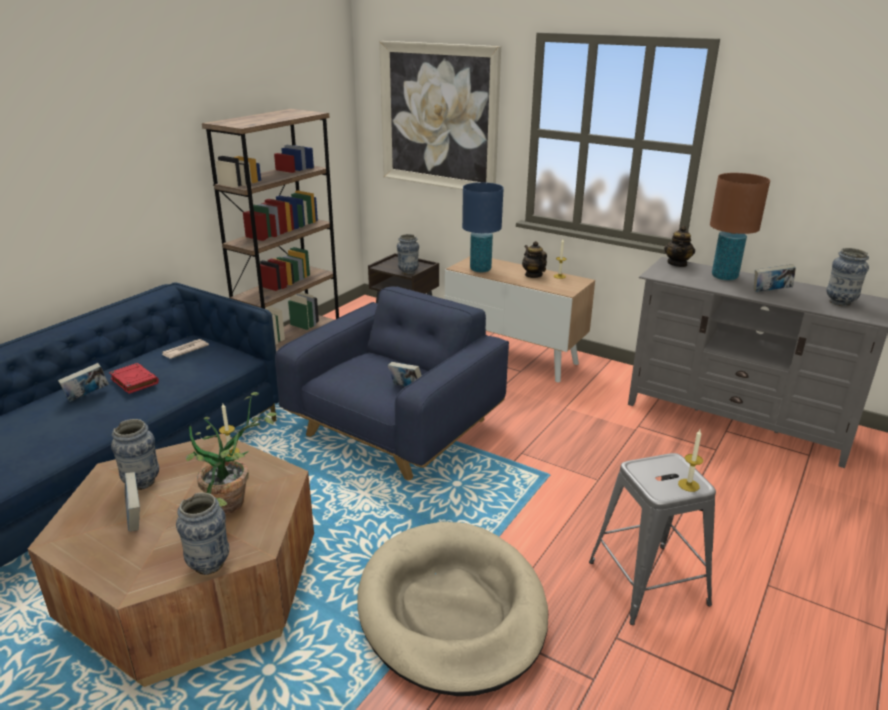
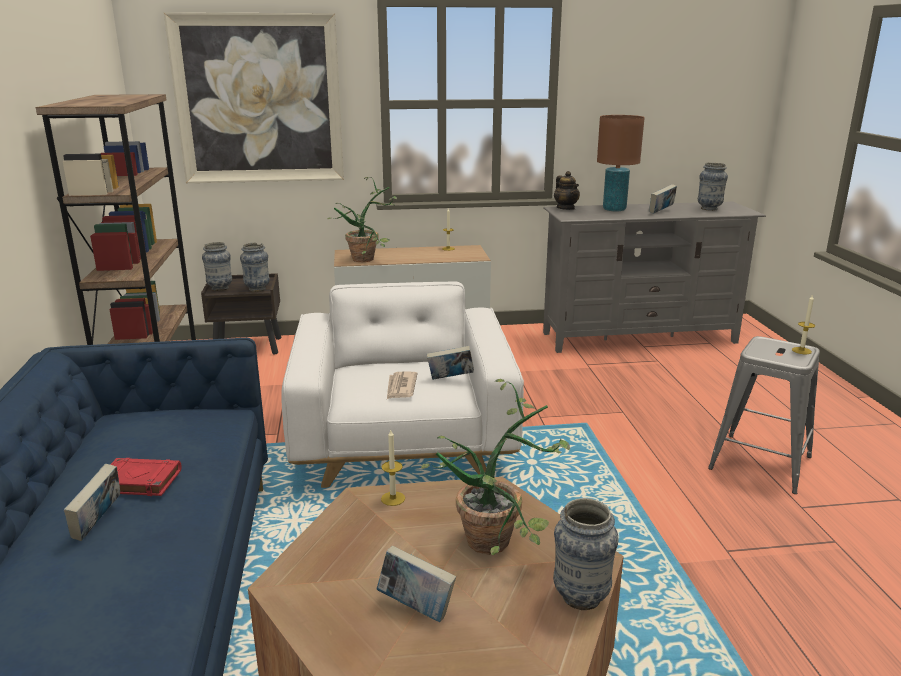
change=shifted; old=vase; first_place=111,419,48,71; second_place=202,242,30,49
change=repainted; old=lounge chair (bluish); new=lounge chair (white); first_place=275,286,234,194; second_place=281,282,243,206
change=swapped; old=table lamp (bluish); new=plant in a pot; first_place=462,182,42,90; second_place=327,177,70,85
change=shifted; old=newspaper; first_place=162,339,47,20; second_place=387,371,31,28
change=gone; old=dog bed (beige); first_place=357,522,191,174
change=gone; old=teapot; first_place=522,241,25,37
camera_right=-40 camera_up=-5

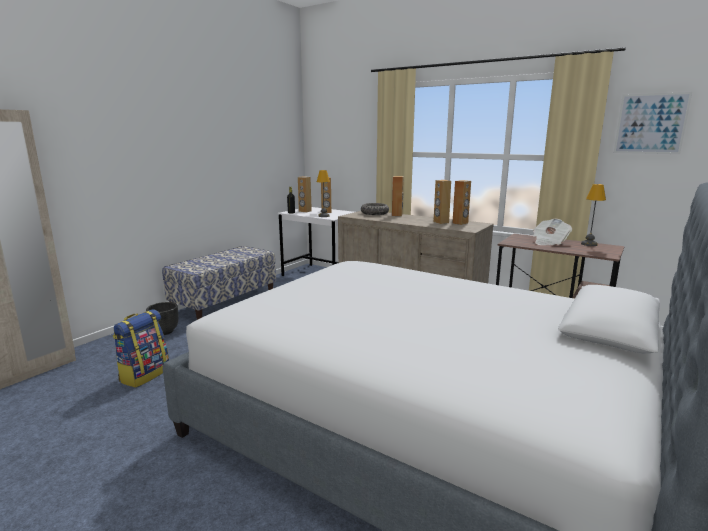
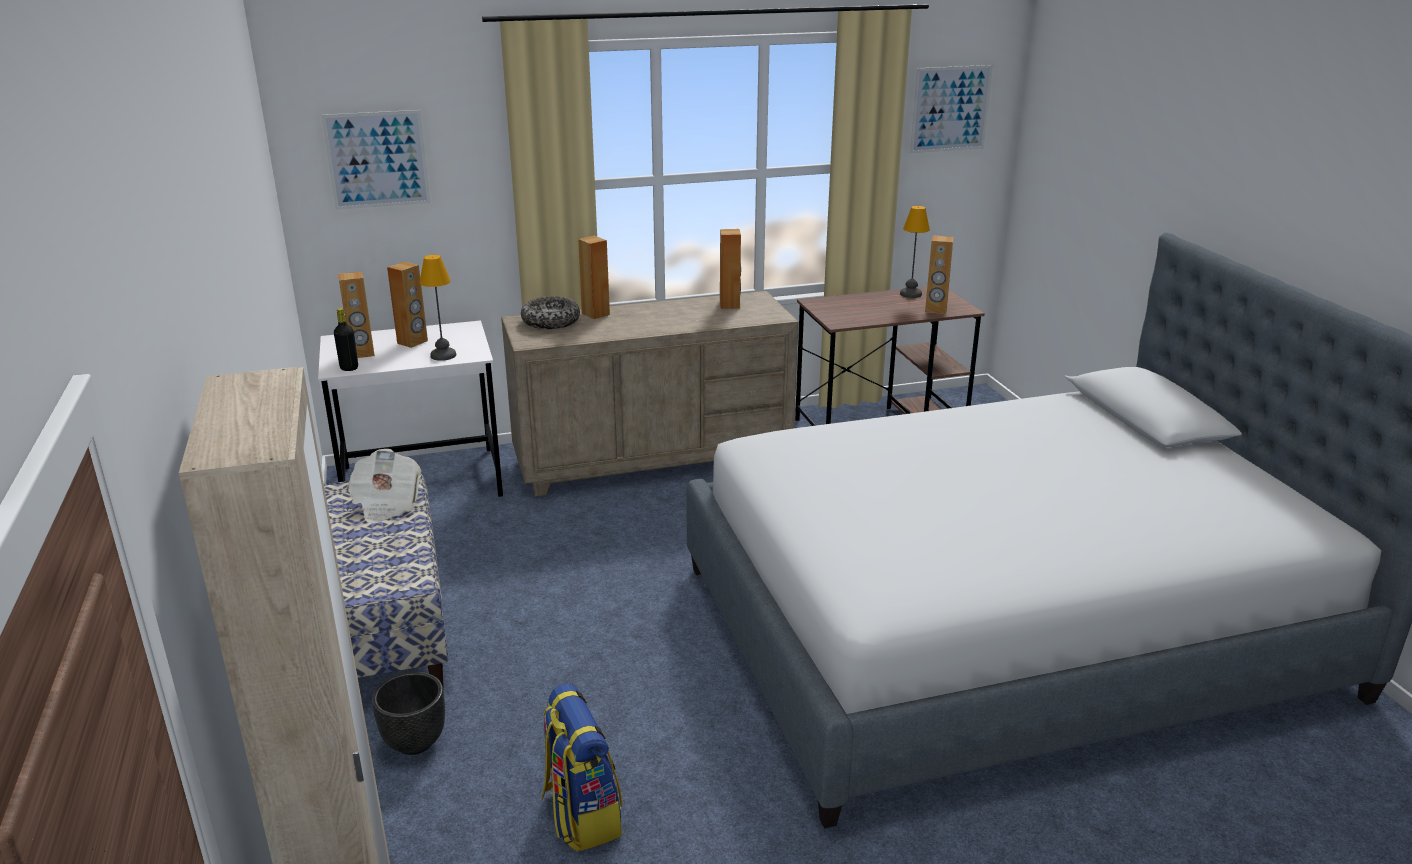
change=new; new=wall art; second_place=322,110,108,100
change=shifted; old=newspaper; first_place=533,219,39,26; second_place=347,449,74,75
change=shifted; old=loudspeaker (brown-coloured); first_place=433,180,18,44; second_place=925,235,28,79
camera_right=-50 camera_up=10

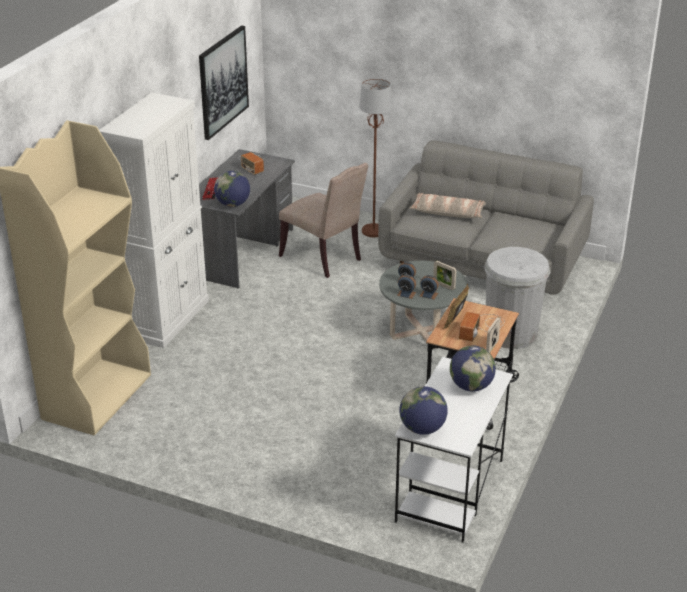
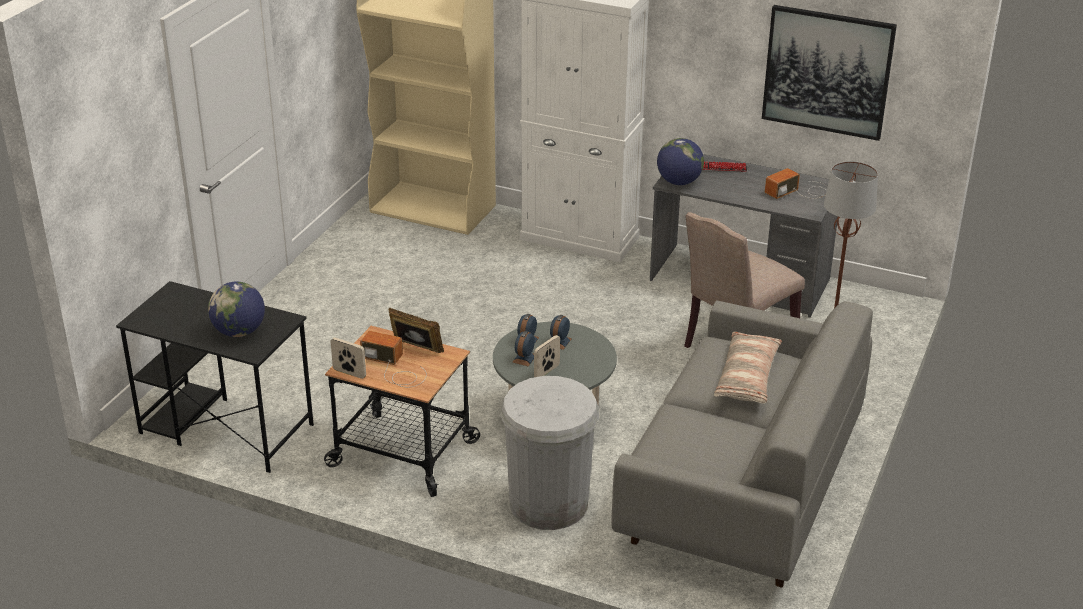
change=repainted; old=desk unit (white); new=desk unit (blackish); first_place=395,357,118,186; second_place=116,281,198,192
change=gone; old=world globe; first_place=399,386,49,49
camera_right=90 camera_up=0

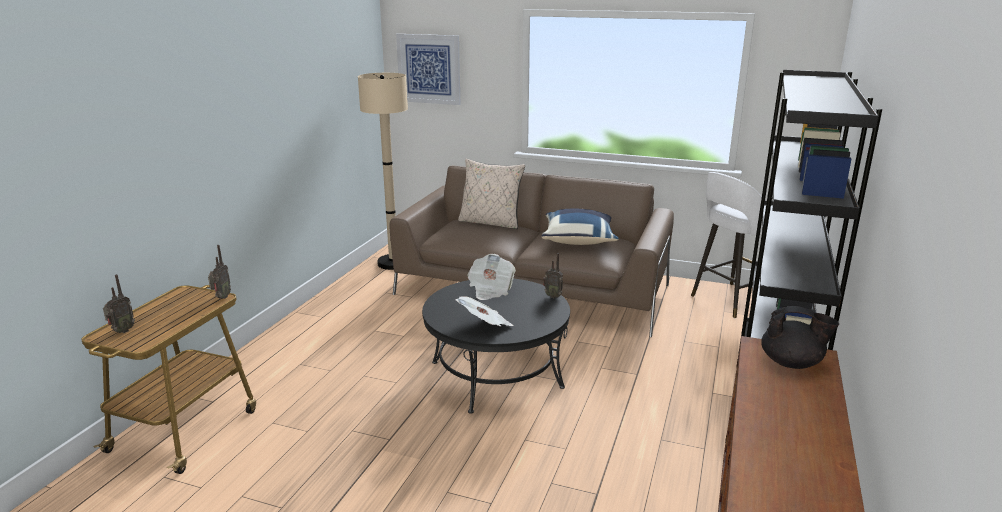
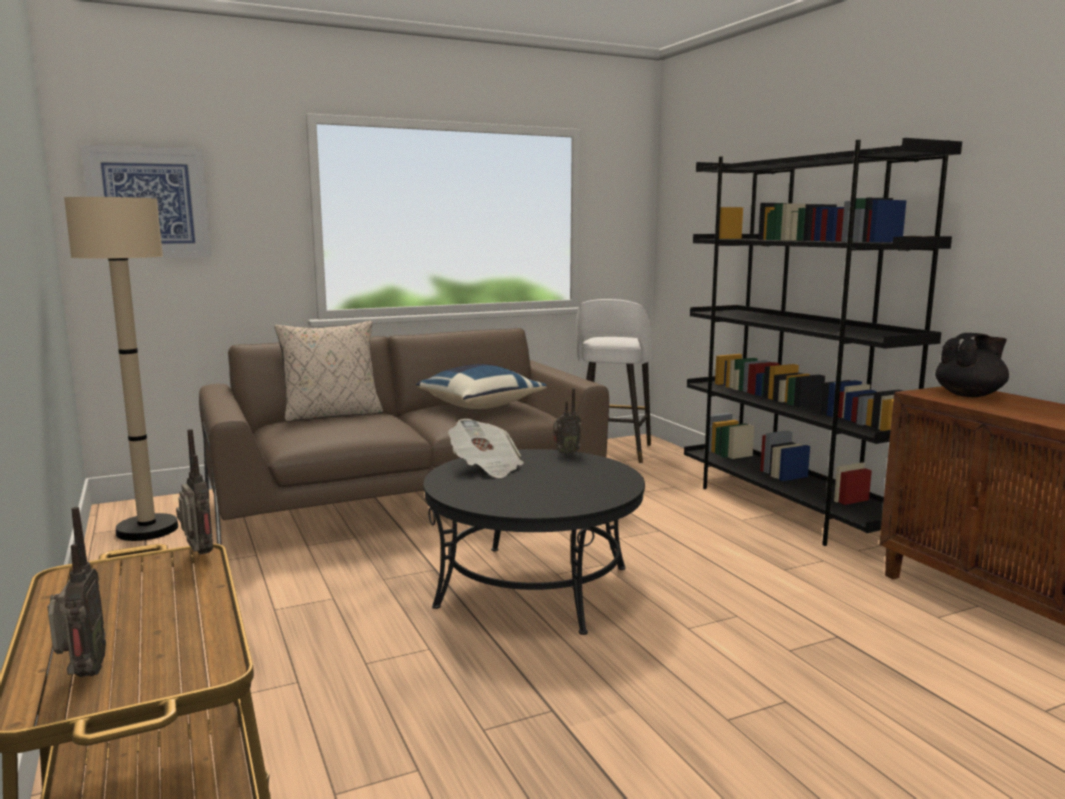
change=gone; old=newspaper; first_place=455,296,59,30
camera_right=-45 camera_up=-10

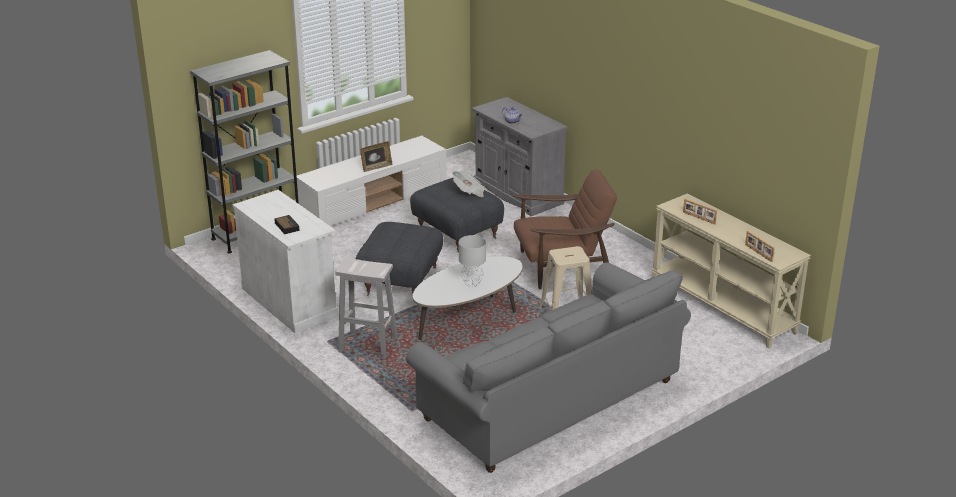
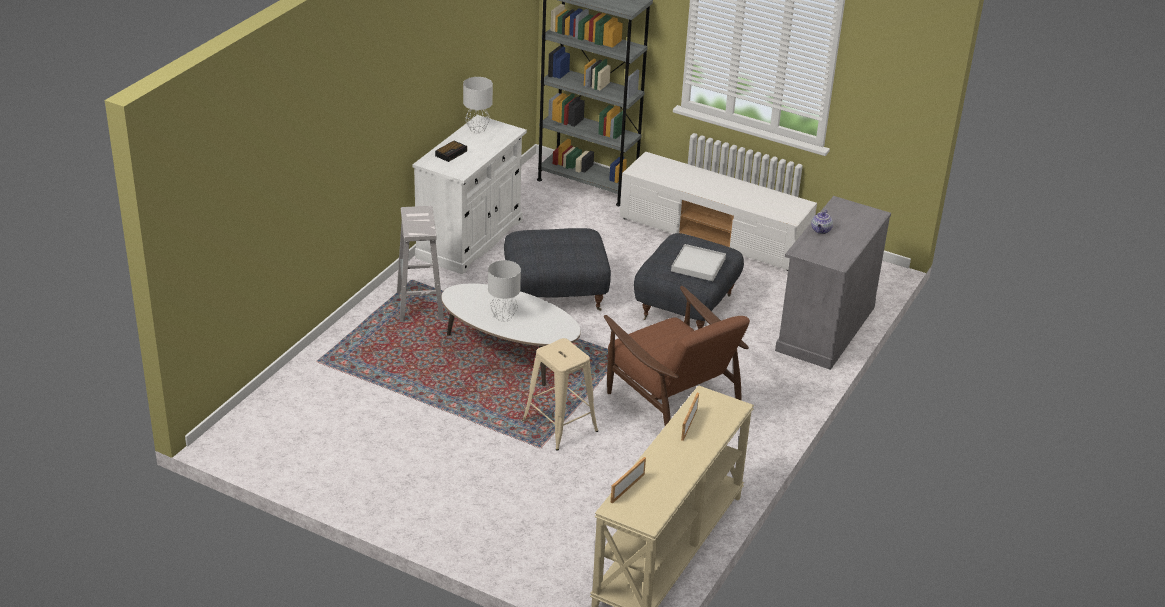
change=new; new=table lamp (grey); second_place=463,77,30,56
change=swapped; old=newspaper; new=tray (white); first_place=452,171,32,26; second_place=671,244,55,37
change=gone; old=picture frame; first_place=360,141,33,31
change=gone; old=settee (grey); first_place=406,262,285,211
camera_right=65 camera_up=5

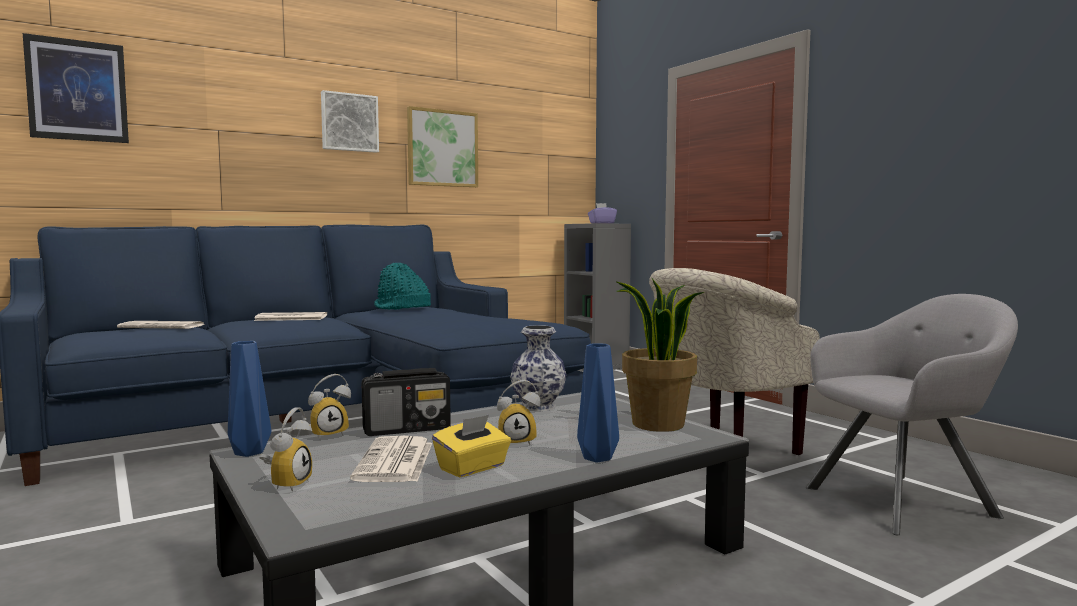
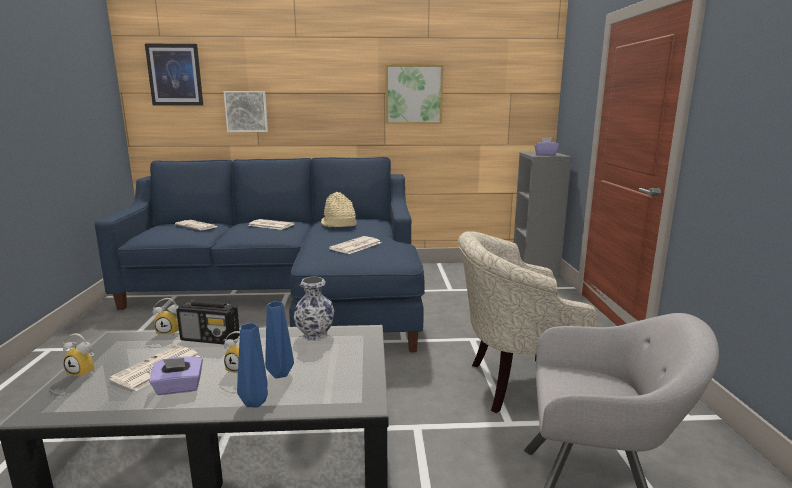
change=rotated; old=bedside clock; first_place=259,407,54,85; second_place=63,333,32,44; degrees=60
change=repainted; old=tissue box (yellowish); new=tissue box (purple-coloured); first_place=432,415,79,63; second_place=149,356,54,39
change=shifted; old=wall art; first_place=321,90,58,63; second_place=224,91,44,41
change=shifted; old=vase (bluish); first_place=228,341,43,116; second_place=265,301,29,77
change=repainted; old=wearable hat (blue-green); new=wearable hat (beige); first_place=374,263,57,47; second_place=321,192,36,35
change=new; new=newspaper; second_place=329,236,52,18
change=gone; old=plant in a pot; first_place=615,277,89,155
camera_right=30 camera_up=10

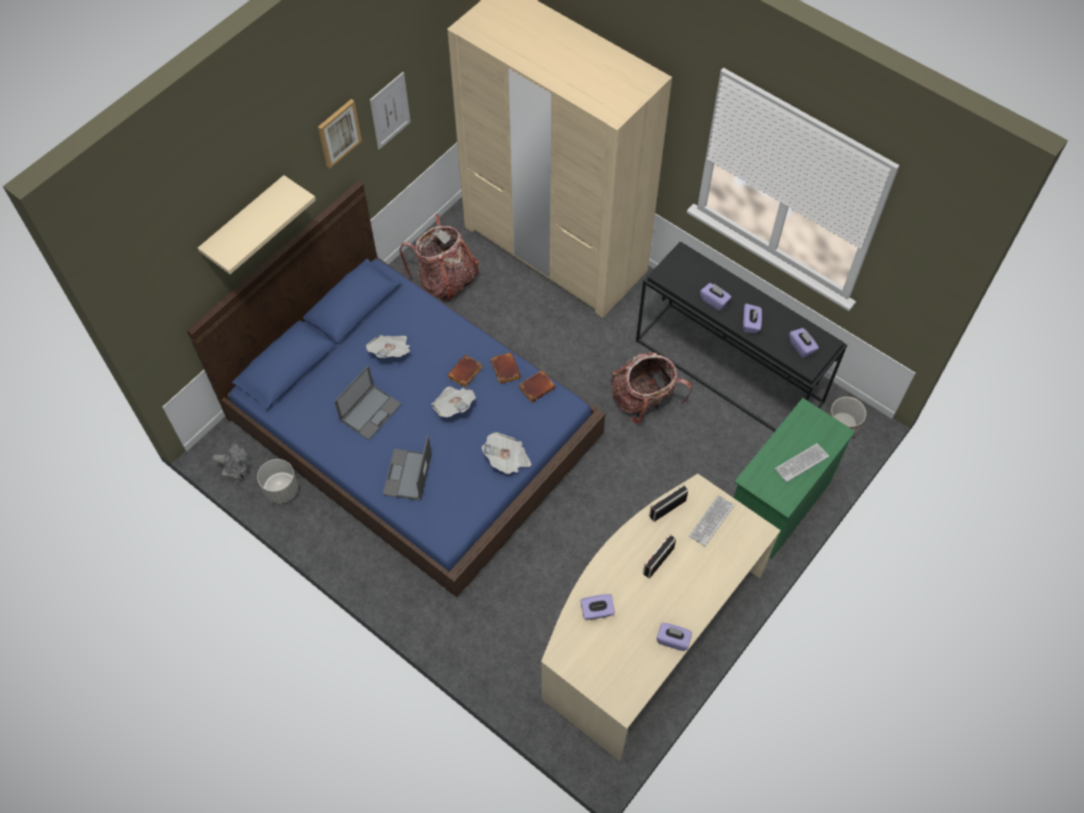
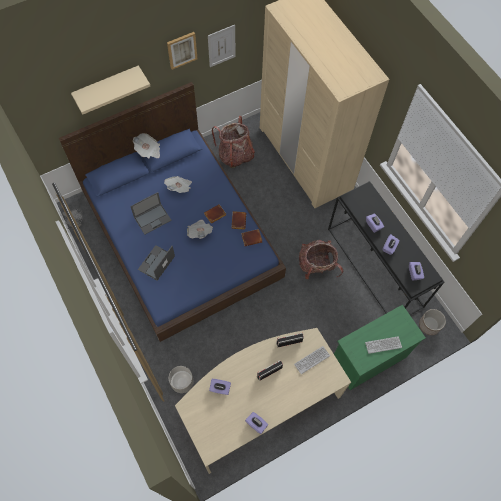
change=shifted; old=newspaper; first_place=482,432,49,42; second_place=133,133,27,25
change=shifted; old=plant pot (grey); first_place=257,459,42,45; second_place=169,366,25,27
camera_right=20 camera_up=5

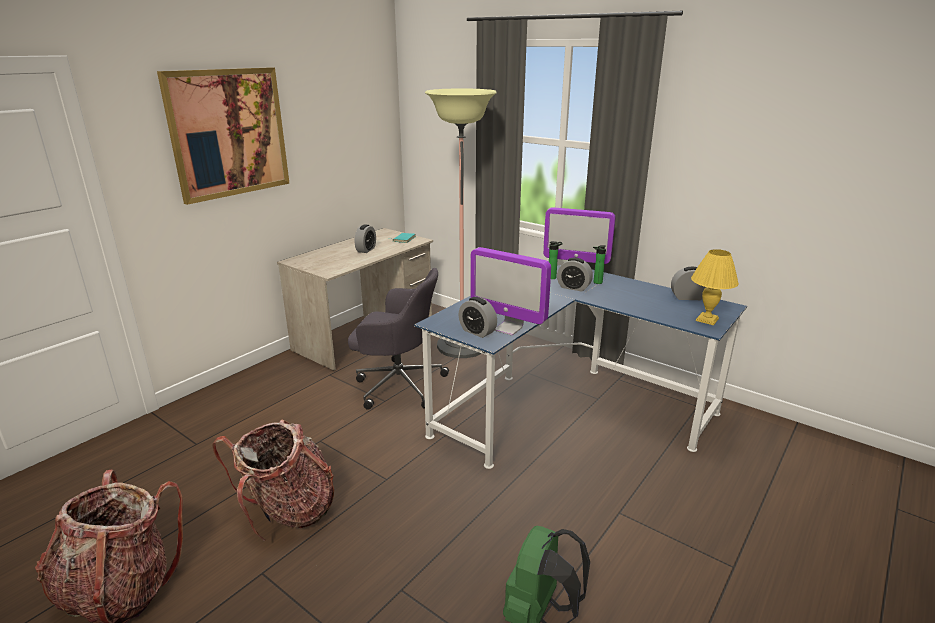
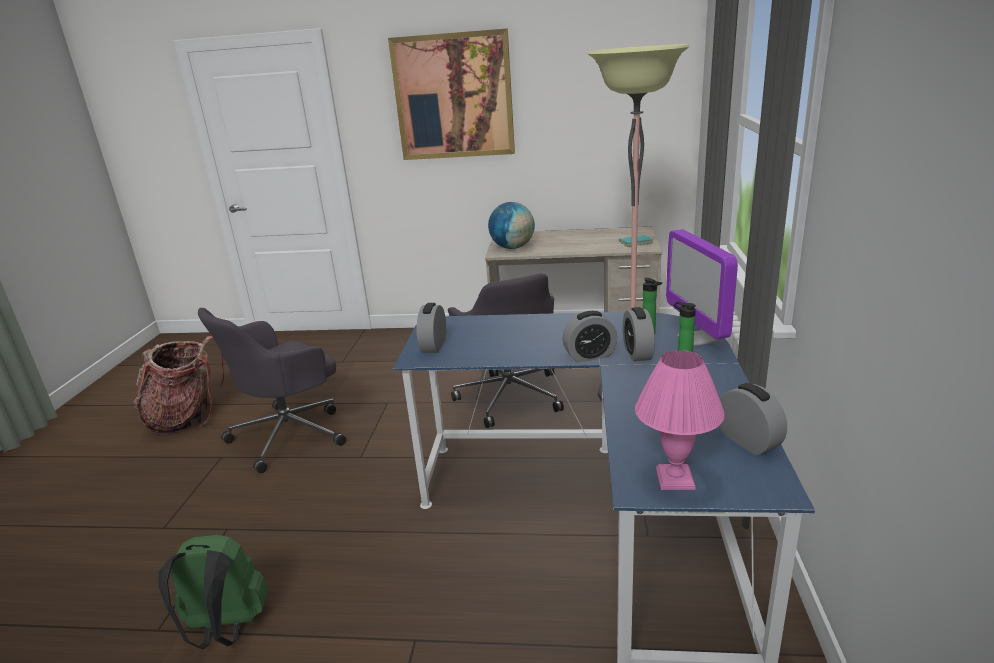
change=swapped; old=rucksack; new=desk chair (grey); first_place=212,419,122,122; second_place=198,308,148,165
change=new; new=world globe; second_place=488,202,47,47
change=shifted; old=bedside clock; first_place=355,224,21,29; second_place=562,311,56,52
change=repainted; old=table lamp (yellowish); new=table lamp (pink); first_place=691,249,48,76; second_place=635,350,90,140
change=gone; old=computer screen; first_place=470,247,81,88
camera_right=60 camera_up=0

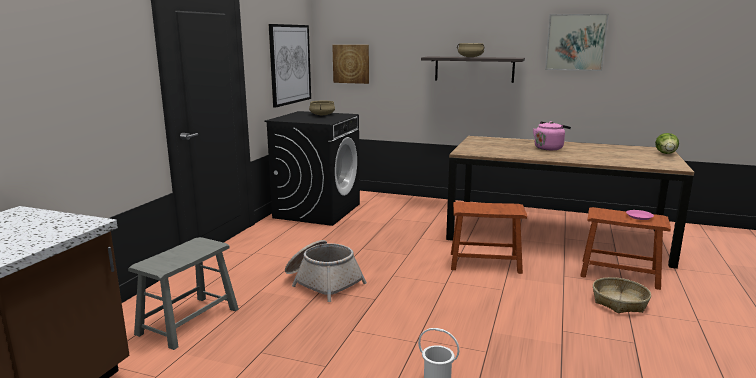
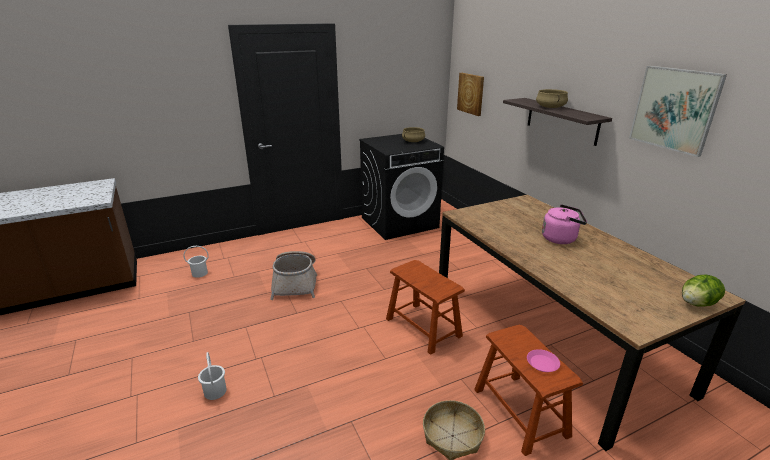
change=swapped; old=sitting stool (grey); new=pail (white); first_place=128,237,111,113; second_place=183,246,26,32
change=gone; old=wall art; first_place=269,24,42,84
camera_right=45 camera_up=10

